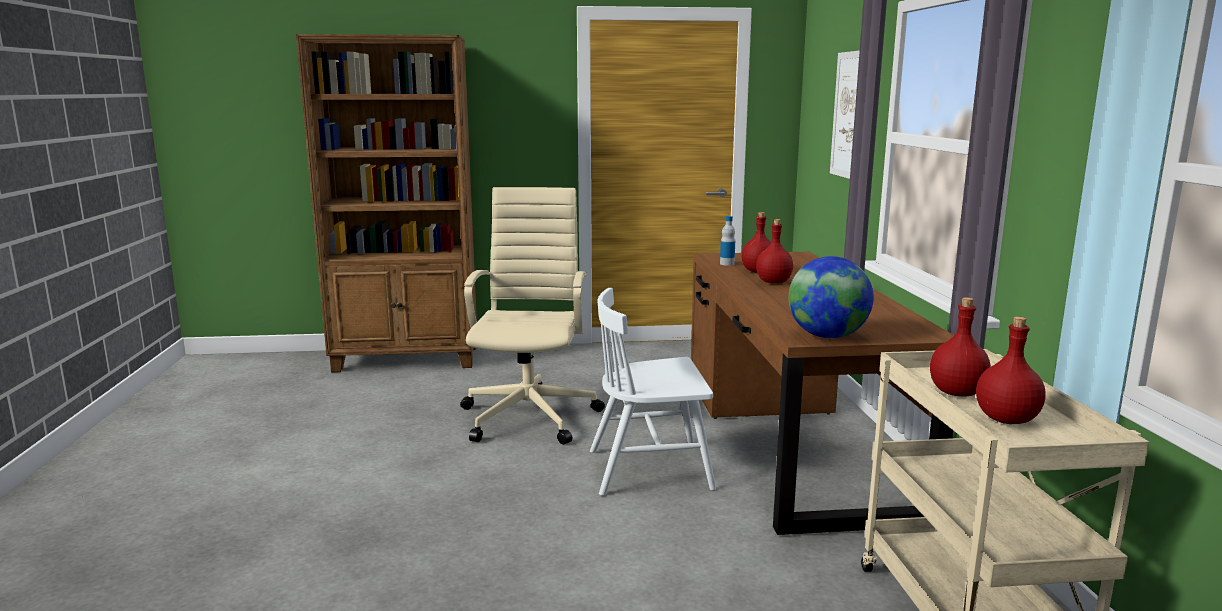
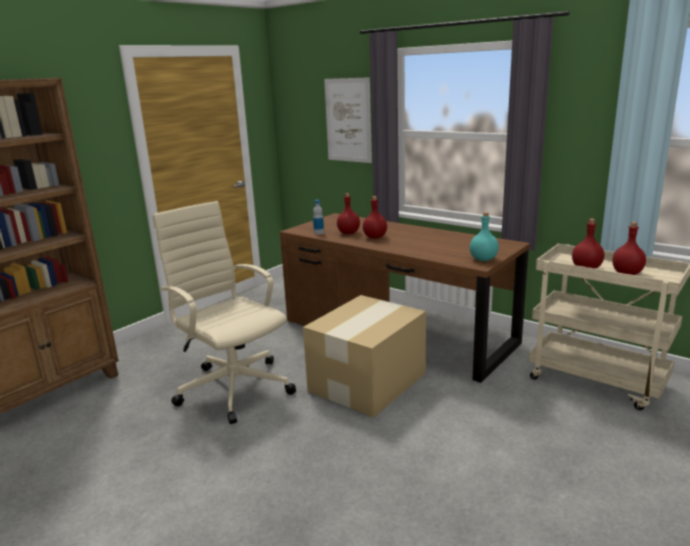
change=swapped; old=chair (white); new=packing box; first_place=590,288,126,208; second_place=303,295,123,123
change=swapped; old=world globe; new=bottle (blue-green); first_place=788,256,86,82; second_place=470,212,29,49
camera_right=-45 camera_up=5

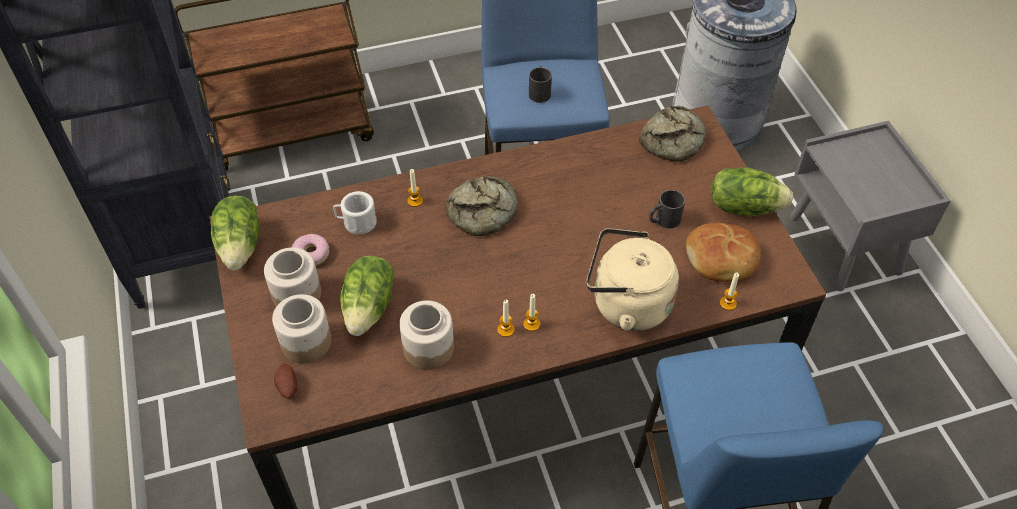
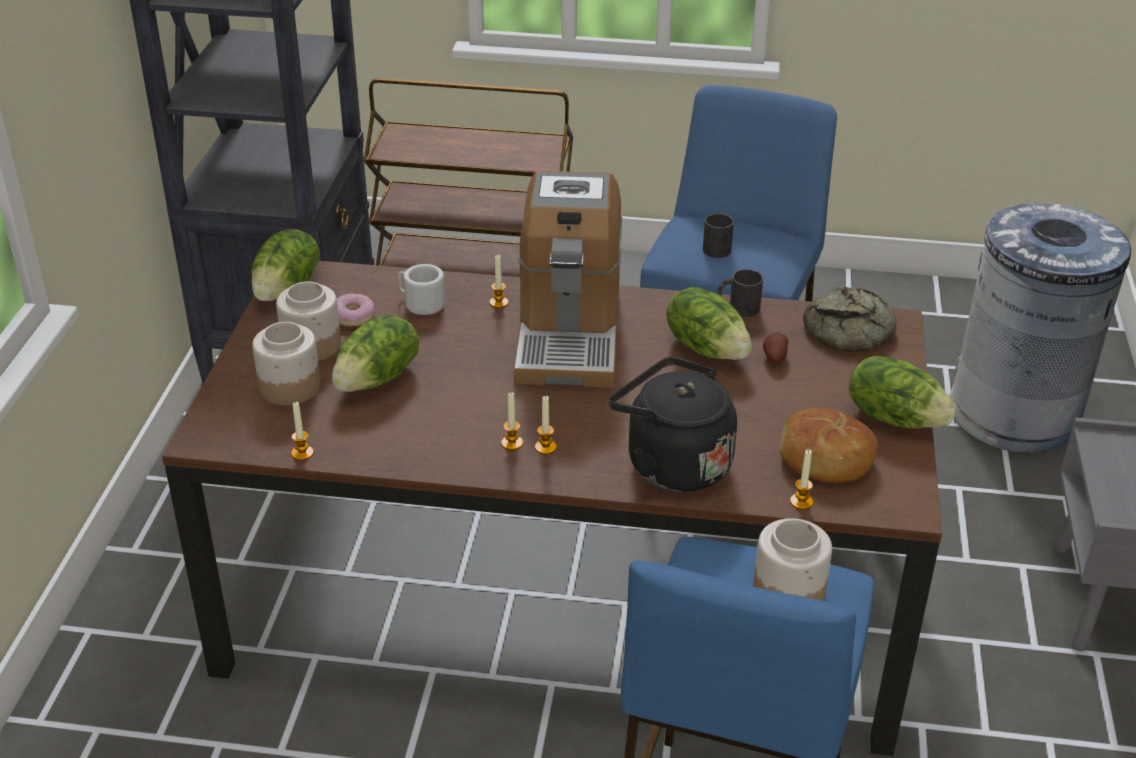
change=new; new=wax candle; second_place=291,401,23,60
change=swapped; old=bread; new=coffee machine; first_place=444,176,74,60; second_place=514,171,108,217
change=repainted; old=tea kettle (beige); new=tea kettle (blackish); first_place=586,228,93,103; second_place=609,357,128,135
change=new; new=lettuce head; second_place=666,287,86,73
change=shifted; old=mug (blackish); first_place=649,190,36,39; second_place=717,269,46,48
change=shifted; old=preserve jar; first_place=399,301,55,69; second_place=753,518,79,83
change=shifted; old=potato; first_place=274,364,24,35; second_place=763,332,25,31
camera_right=25 camera_up=-15

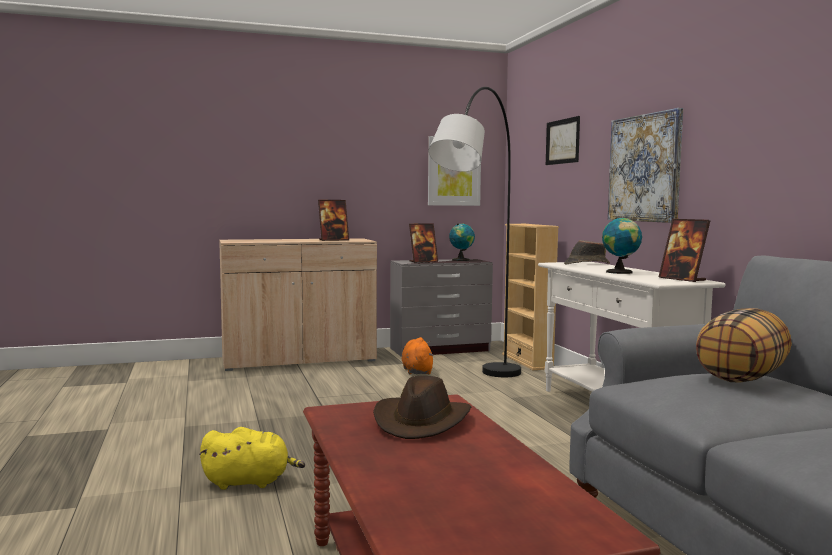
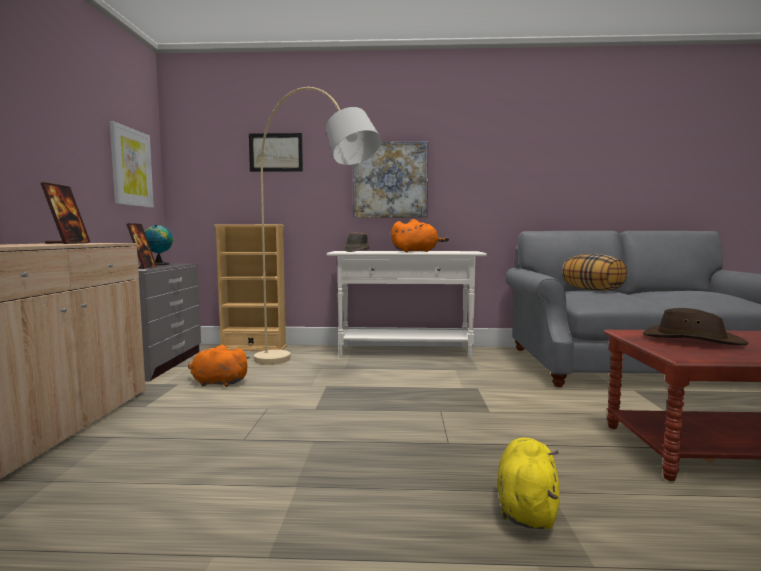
change=repainted; old=floor lamp (blackish); new=floor lamp (beige); first_place=429,87,92,290; second_place=254,87,127,278
change=swapped; old=world globe; new=cuddly toy (orange-coloured); first_place=602,217,40,57; second_place=391,219,58,33
change=gone; old=picture frame; first_place=659,219,51,63
camera_right=-70 camera_up=0

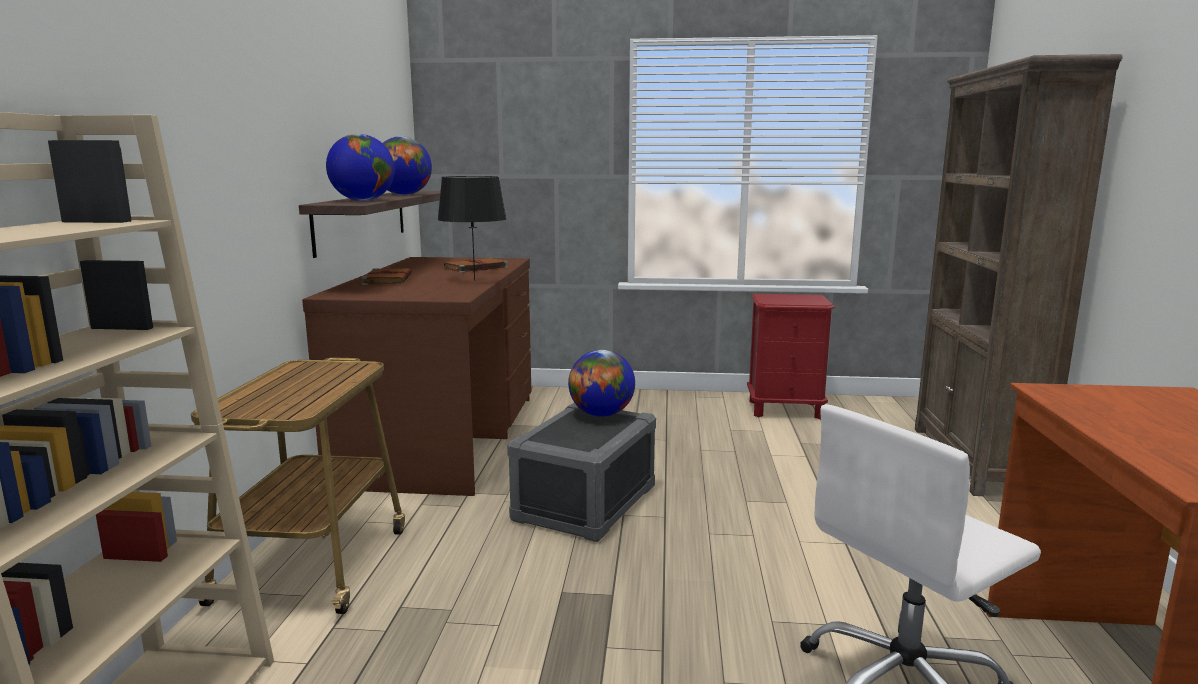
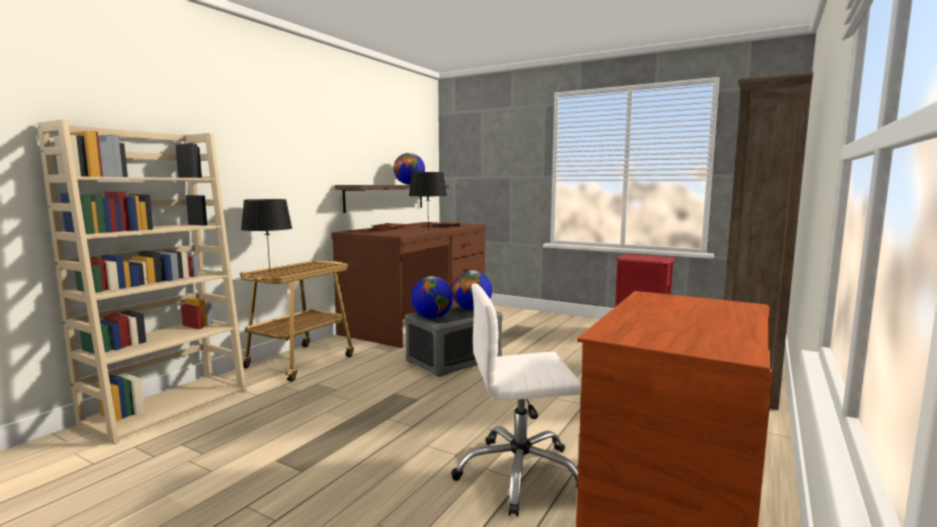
change=new; new=table lamp (blackish); second_place=241,199,51,73
change=shifted; old=world globe; first_place=326,134,69,67; second_place=411,276,42,43
camera_right=25 camera_up=-5

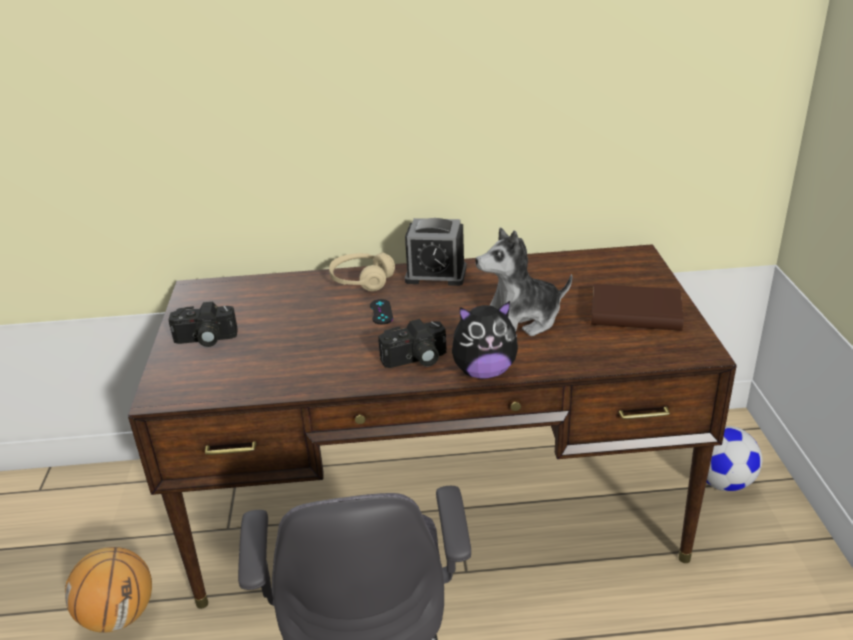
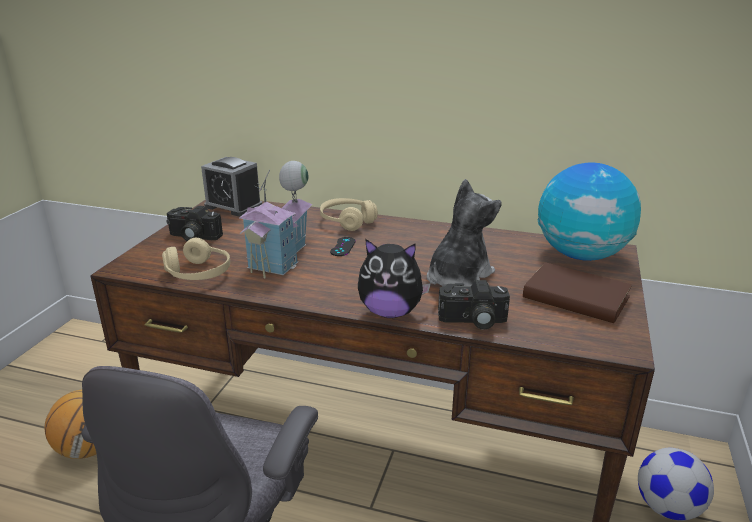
change=new; new=headset (beige); second_place=162,238,68,42
change=shifted; old=bedside clock; first_place=405,218,62,68; second_place=201,157,61,60
change=new; new=model house; second_place=239,161,74,117
change=rotated; old=cuddly toy; first_place=475,227,97,109; second_place=427,179,75,107; degrees=120
change=shifted; old=photo camera; first_place=378,319,68,49; second_place=438,280,72,50
change=new; new=world globe; second_place=538,162,103,99
camera_right=20 camera_up=-5

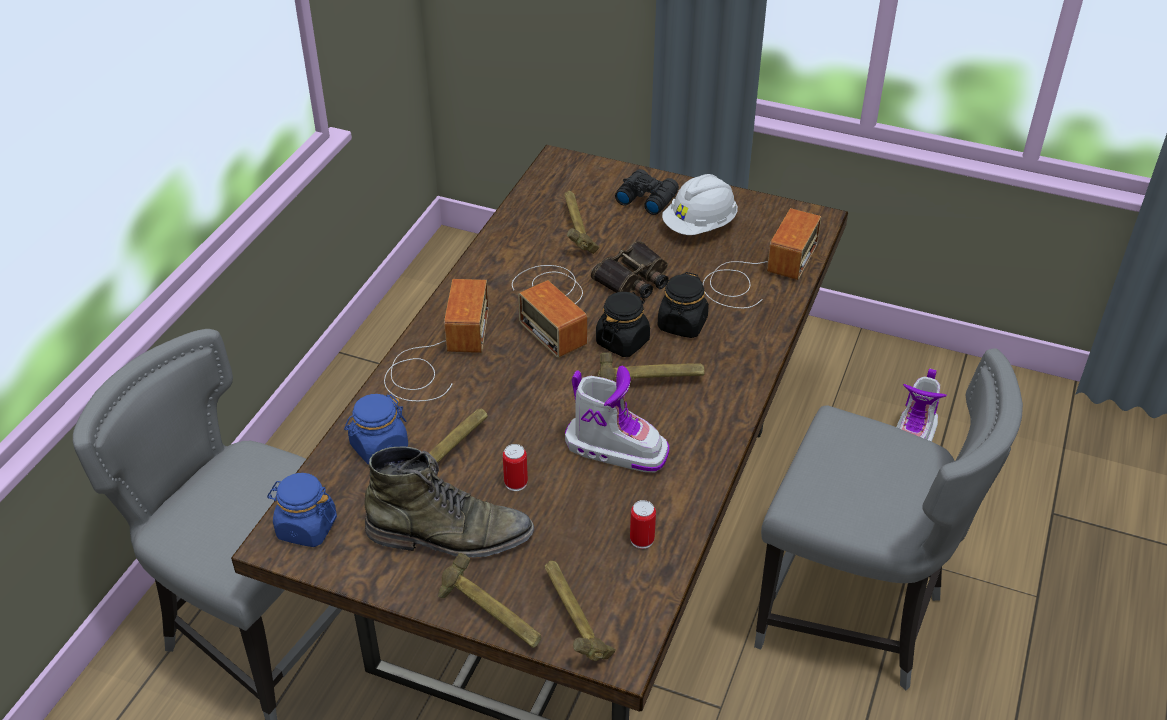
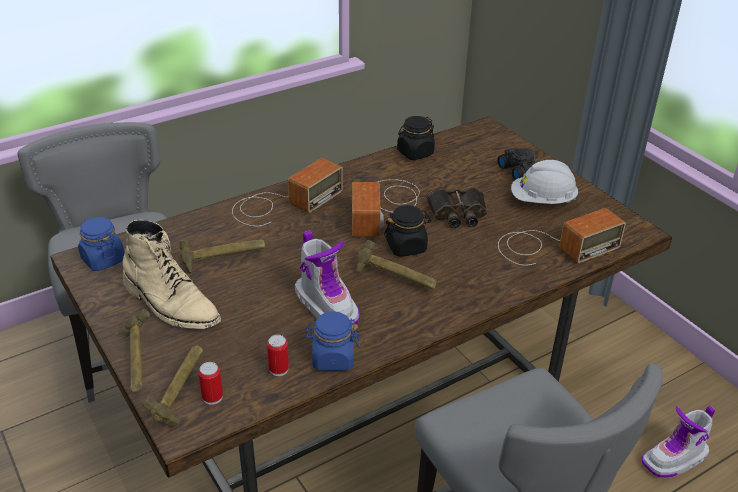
change=repainted; old=tall boot (greenish); new=tall boot (beige); first_place=364,446,170,111; second_place=123,219,98,110
change=shifted; old=sealed can; first_place=503,444,25,47; second_place=198,362,25,43
change=shifted; old=preserve jar (bluish); first_place=344,394,64,71; second_place=305,311,55,60
change=shifted; old=preserve jar (blackish); first_place=657,272,52,66; second_place=397,116,38,44
change=gone; old=hammer; first_place=565,191,34,63
camera_right=35 camera_up=-5

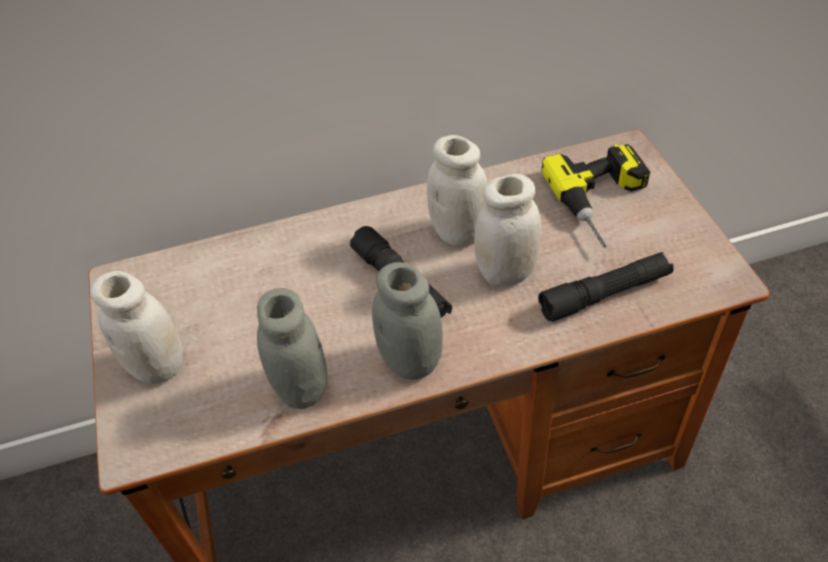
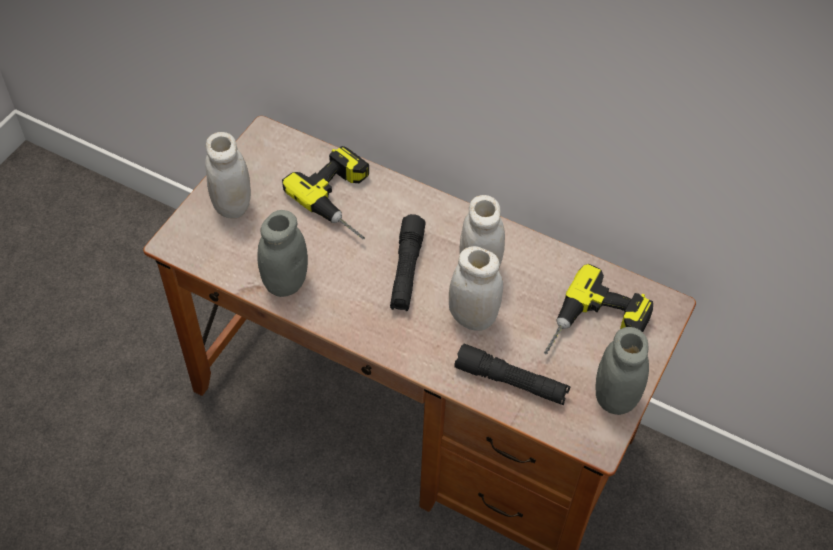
change=new; new=drill; second_place=282,146,87,93
change=shifted; old=preserve jar (grey); first_place=372,262,71,118; second_place=595,327,54,88
camera_right=40 camera_up=5

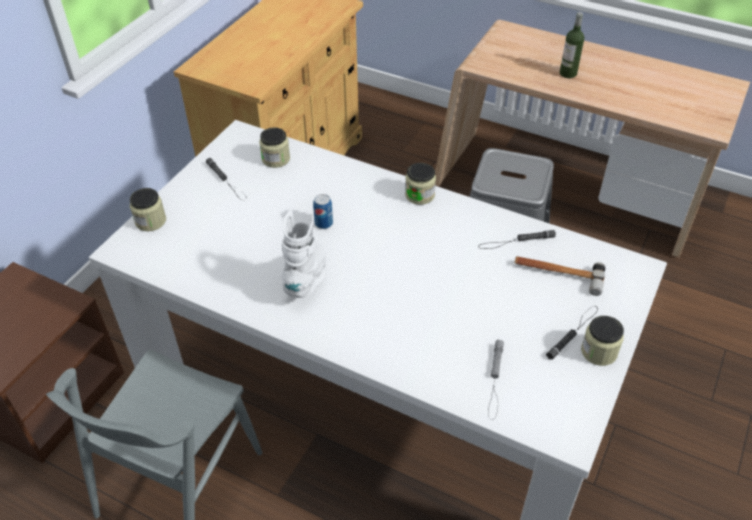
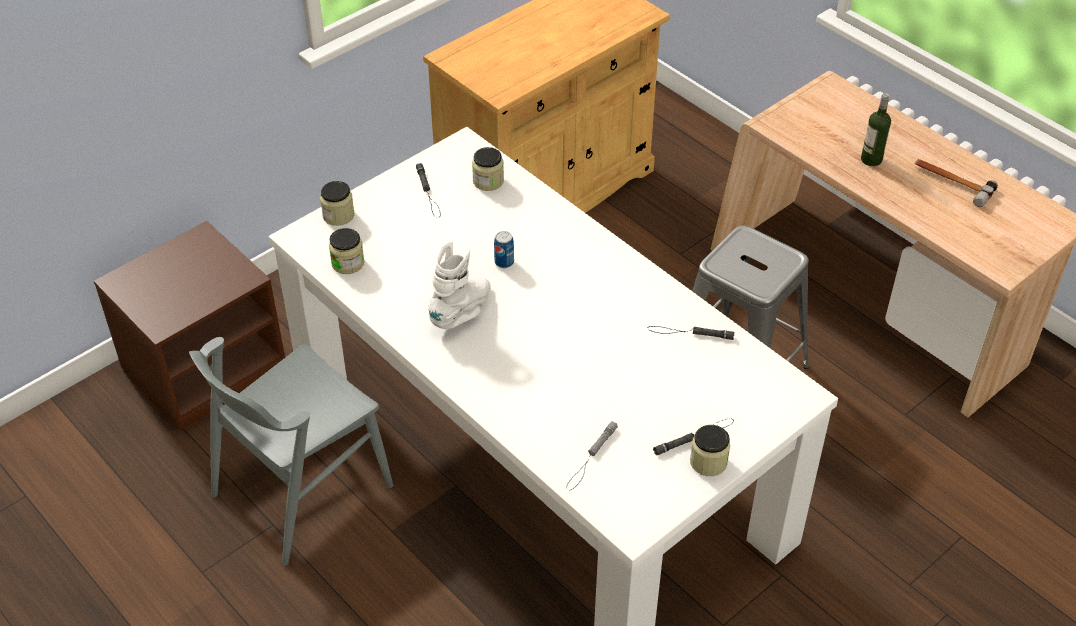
change=shifted; old=preserve jar; first_place=405,163,31,42; second_place=329,228,36,46
change=shifted; old=hammer; first_place=514,256,91,40; second_place=915,159,83,48
camera_right=20 camera_up=0

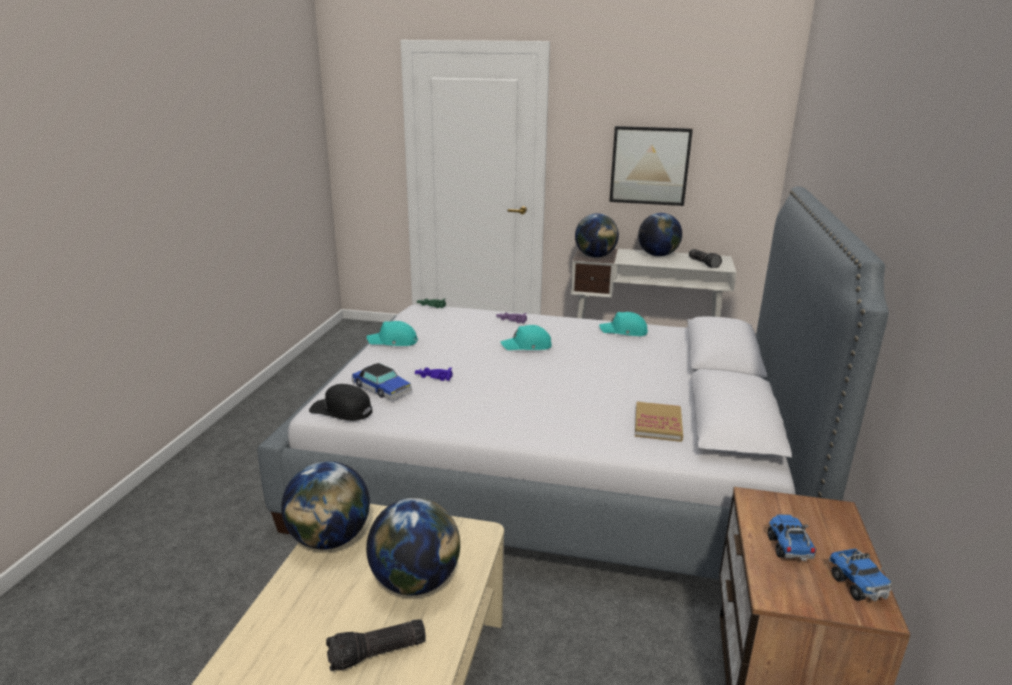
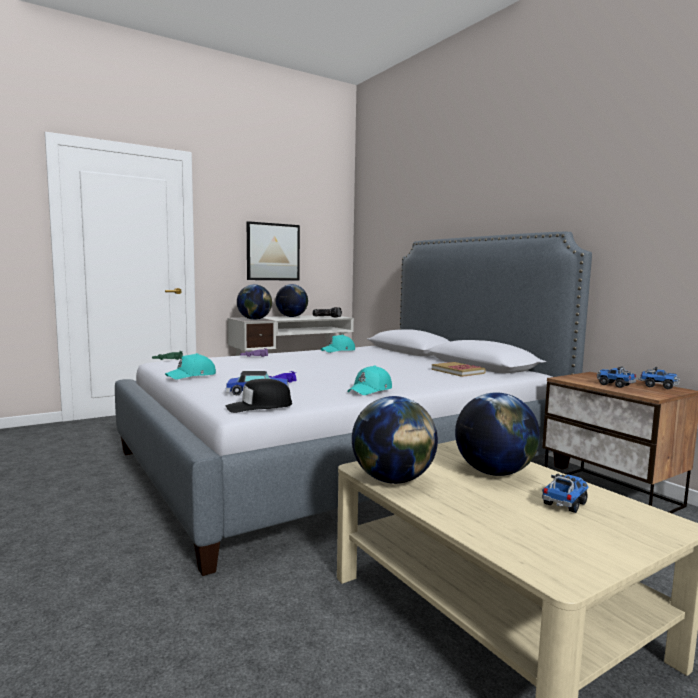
change=shifted; old=cap (blue-green); first_place=500,325,51,25; second_place=348,365,44,30
change=swapped; old=flashlight; new=toy truck; first_place=326,619,100,52; second_place=542,474,47,39
camera_right=-45 camera_up=-15

